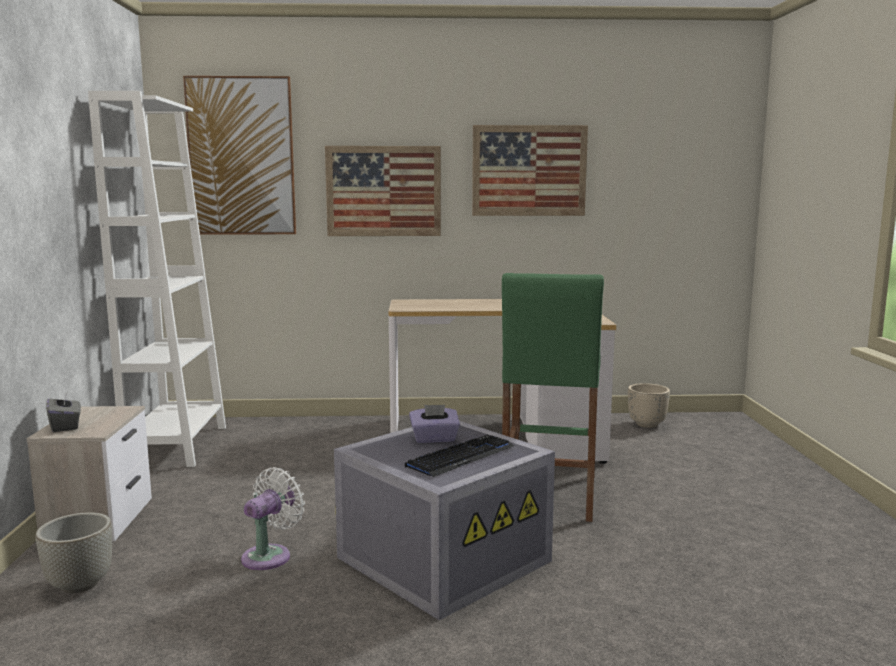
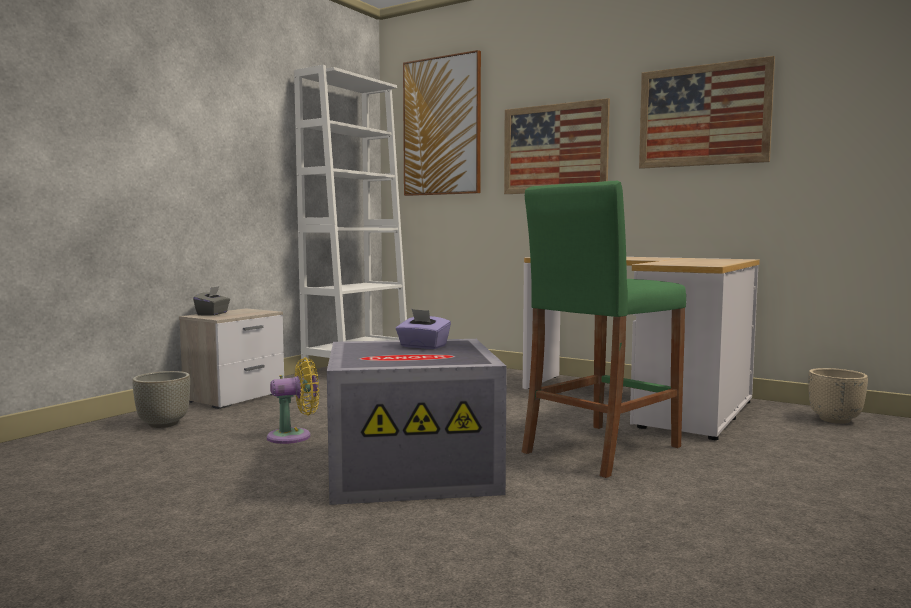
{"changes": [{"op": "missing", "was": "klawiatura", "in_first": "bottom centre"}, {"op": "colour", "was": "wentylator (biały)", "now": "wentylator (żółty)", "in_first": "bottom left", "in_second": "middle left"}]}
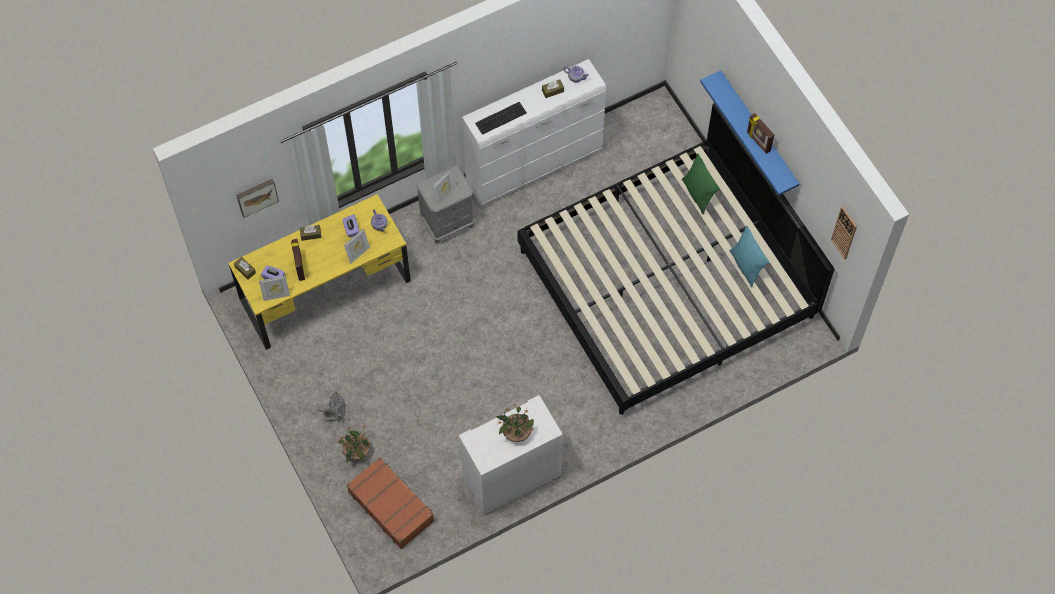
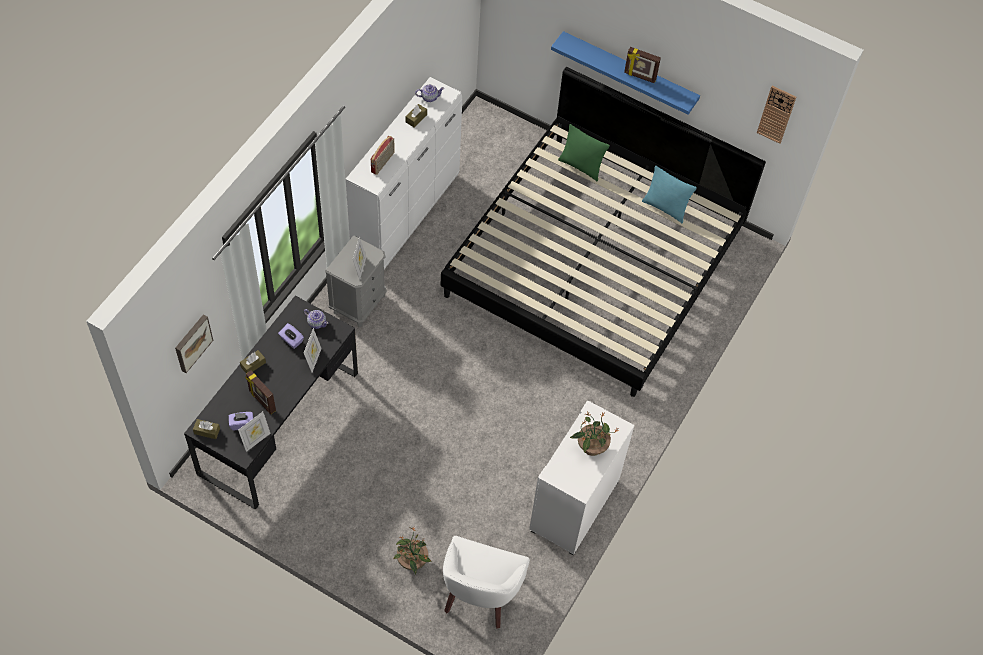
{"changes": [{"op": "missing", "was": "wentylator (szary)", "in_first": "bottom left"}, {"op": "exchanged", "was": "walizka (brązowy)", "now": "fotel (biały)", "in_first": "bottom centre", "in_second": "bottom centre"}, {"op": "exchanged", "was": "klawiatura", "now": "radio", "in_first": "top centre", "in_second": "top centre"}, {"op": "colour", "was": "biurko (żółty)", "now": "biurko (czarny)", "in_first": "middle left", "in_second": "middle left"}]}
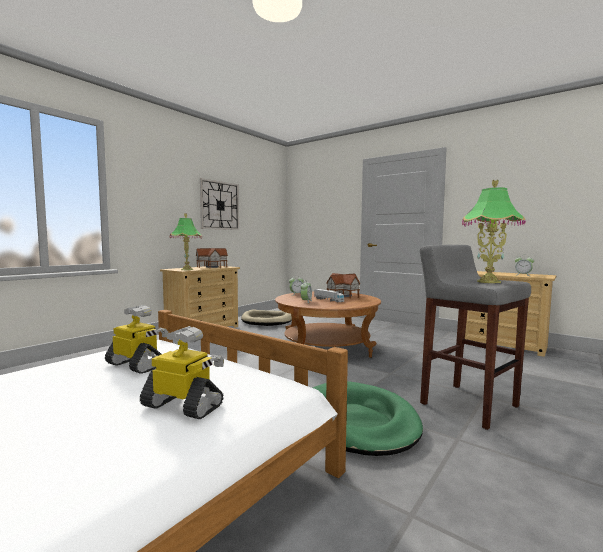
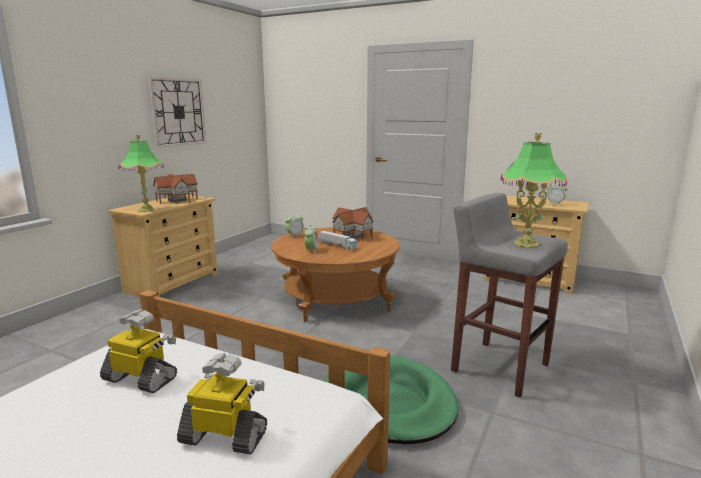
{"changes": [{"op": "missing", "was": "legowisko (beżowy)", "in_first": "centre"}]}
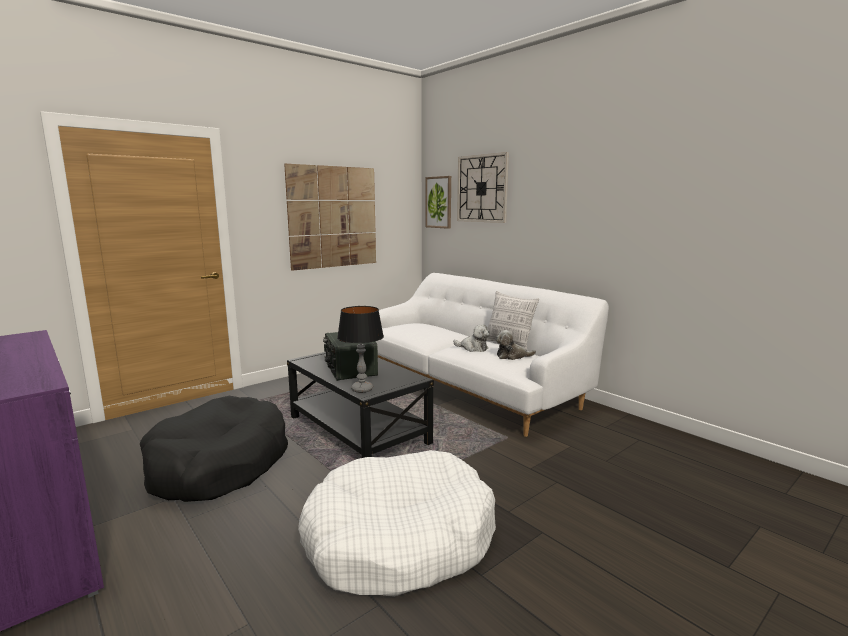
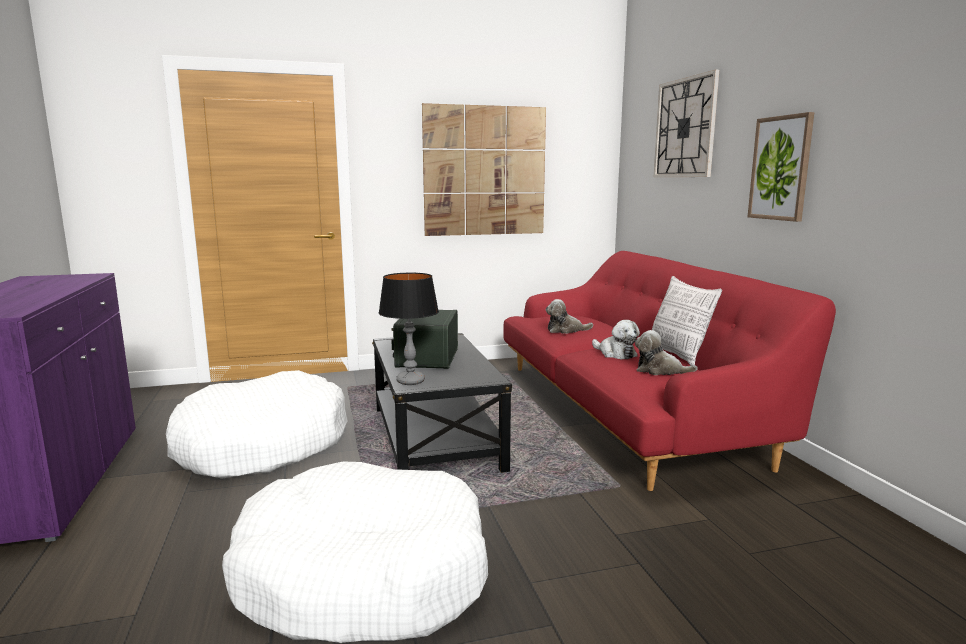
{"changes": [{"op": "appeared", "now": "pluszak (no. 1 from left)", "in_second": "centre"}, {"op": "relocated", "was": "obraz (no. 2 from left)", "in_first": "top centre", "in_second": "top right"}, {"op": "colour", "was": "legowisko (czarny)", "now": "legowisko (biały) (no. 1 from left)", "in_first": "bottom left", "in_second": "middle left"}, {"op": "colour", "was": "kanapa (biały)", "now": "kanapa (czerwony)", "in_first": "centre", "in_second": "middle right"}]}
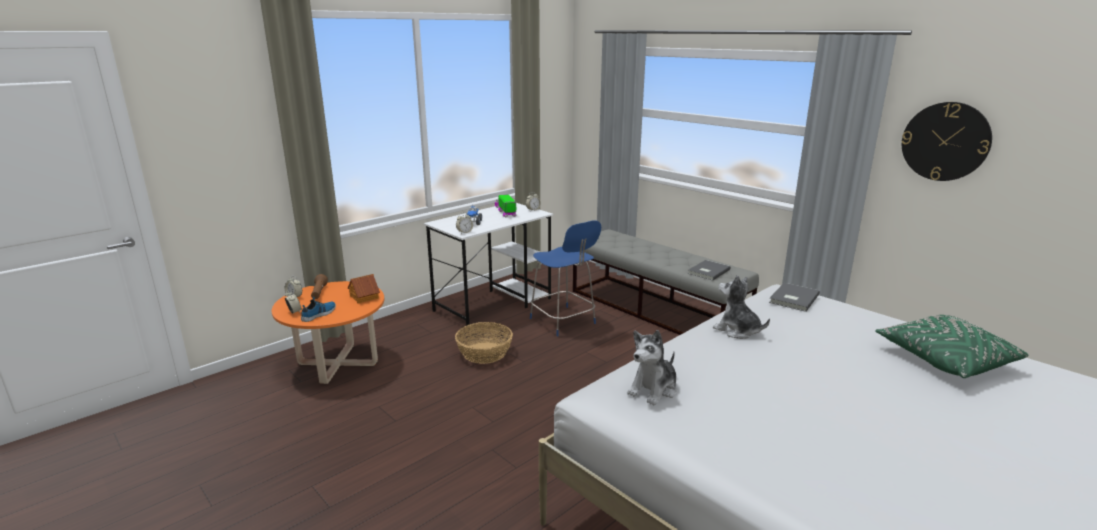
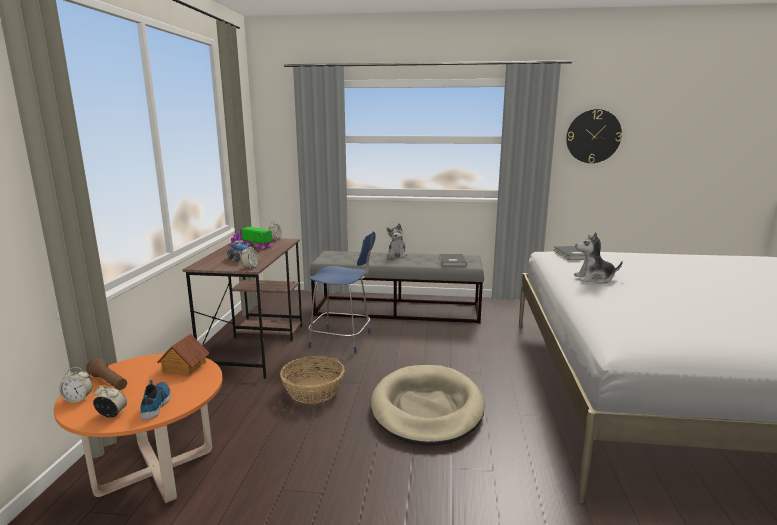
{"changes": [{"op": "missing", "was": "poduszka (zielony)", "in_first": "middle right"}, {"op": "appeared", "now": "legowisko (beżowy)", "in_second": "bottom centre"}, {"op": "relocated", "was": "pluszak (no. 1 from left)", "in_first": "bottom centre", "in_second": "centre"}, {"op": "colour", "was": "biurko (biały)", "now": "biurko (brązowy)", "in_first": "centre", "in_second": "middle left"}]}
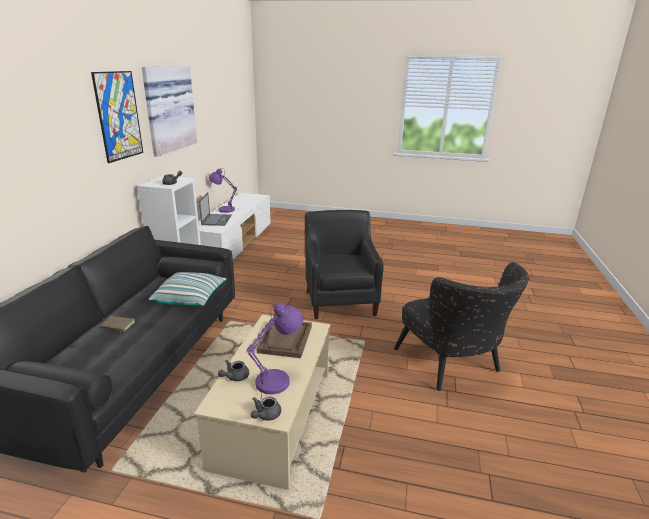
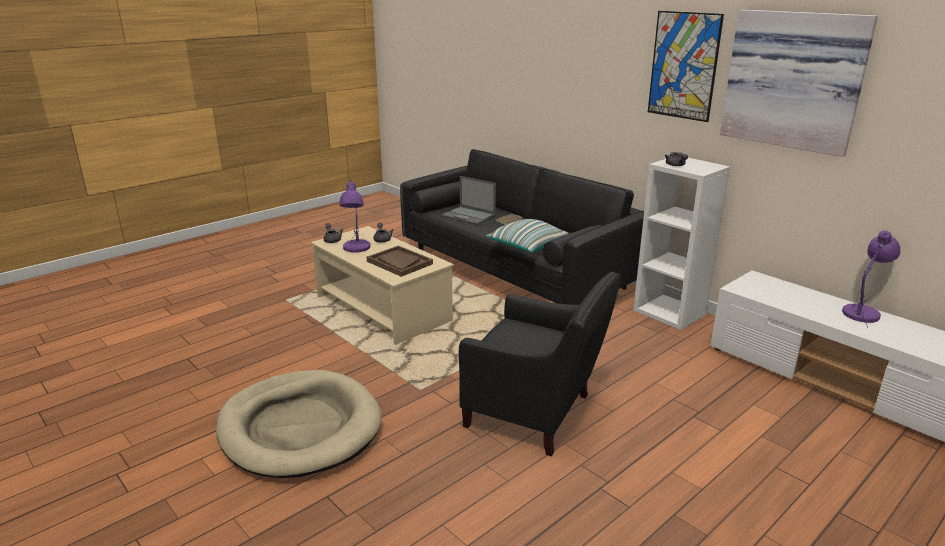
{"changes": [{"op": "relocated", "was": "laptop", "in_first": "middle left", "in_second": "centre"}, {"op": "exchanged", "was": "fotel (czarny) (no. 2 from left)", "now": "legowisko (beżowy)", "in_first": "middle right", "in_second": "bottom left"}]}
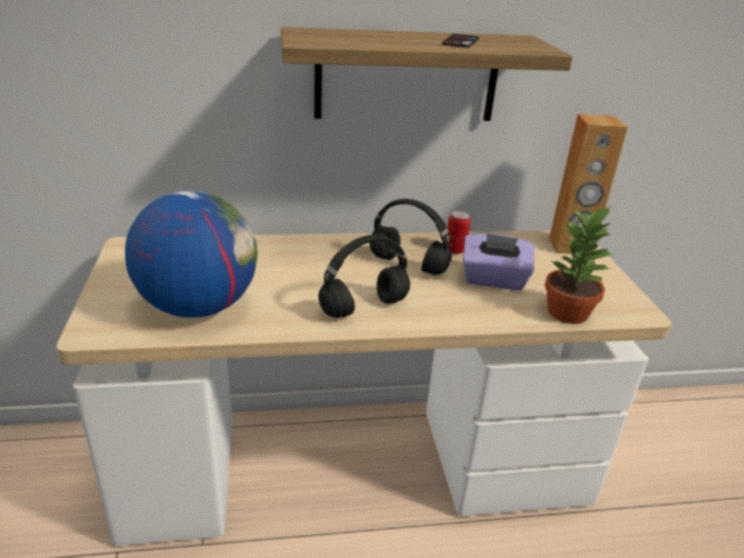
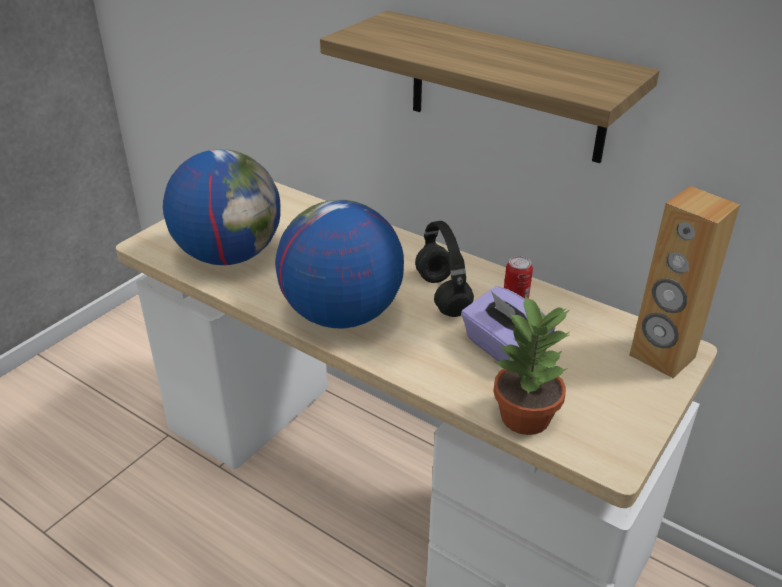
{"changes": [{"op": "missing", "was": "telefon", "in_first": "top centre"}, {"op": "exchanged", "was": "słuchawki (czarny) (no. 1 from left)", "now": "globus (no. 2 from left)", "in_first": "centre", "in_second": "centre"}]}
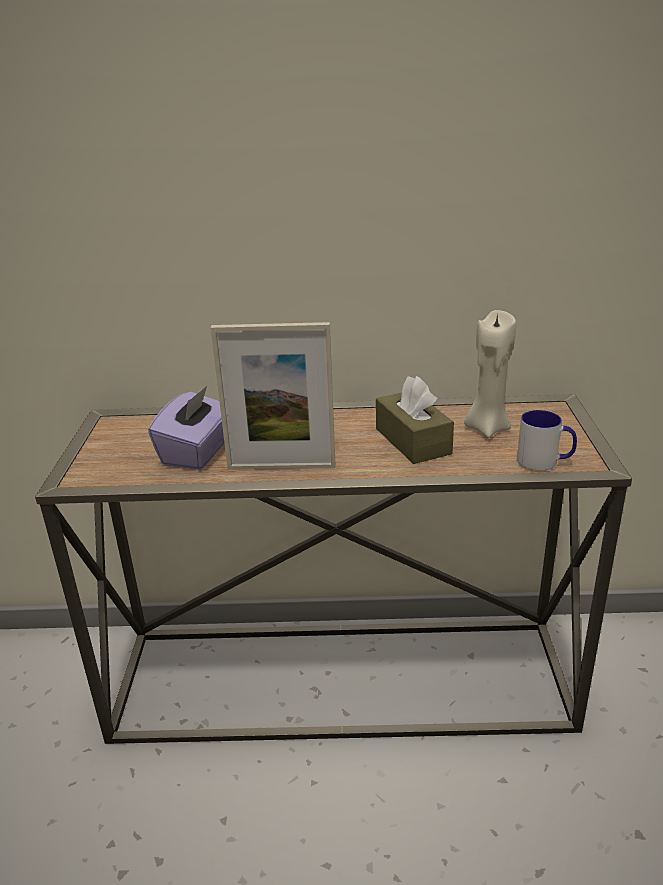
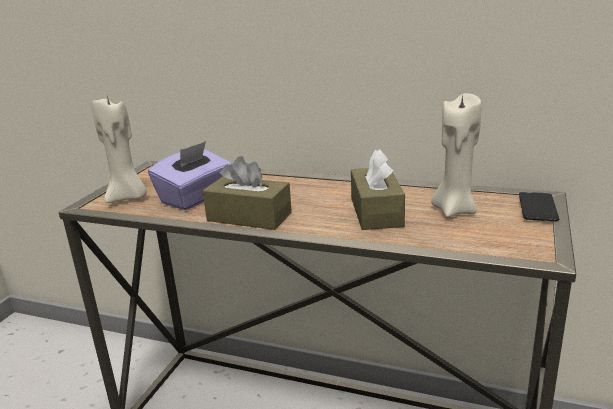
{"changes": [{"op": "missing", "was": "kubek", "in_first": "middle right"}, {"op": "appeared", "now": "świeca (beżowy) (no. 1 from left)", "in_second": "middle left"}, {"op": "appeared", "now": "telefon", "in_second": "middle right"}, {"op": "exchanged", "was": "ramka na zdjęcie", "now": "pudełko chusteczek (brązowy) (no. 1 from left)", "in_first": "centre", "in_second": "centre"}]}
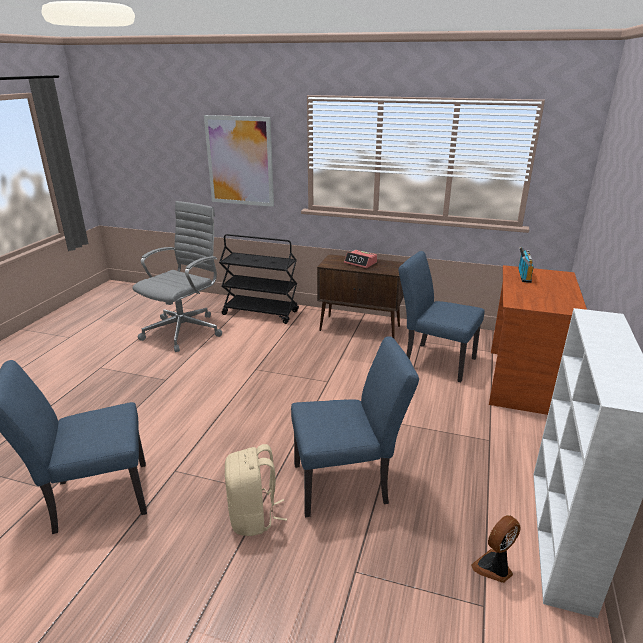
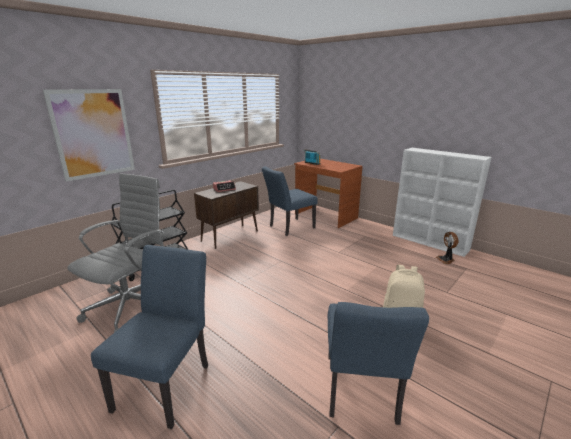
{"changes": [{"op": "relocated", "was": "krzesło (niebieski) (no. 2 from left in the first image)", "now": "krzesło (niebieski) (no. 1 from left)", "in_first": "centre", "in_second": "bottom left"}, {"op": "spun", "was": "krzesło biurowe (szary)", "in_first": "middle left", "in_second": "middle left", "clockwise": 60}]}
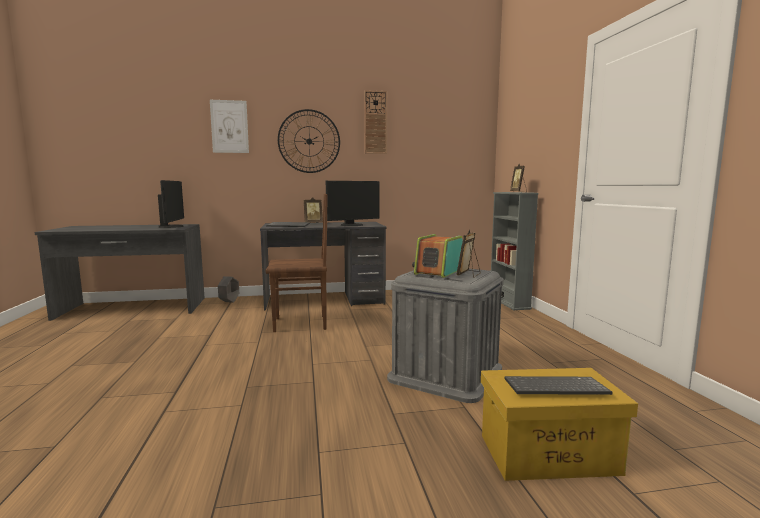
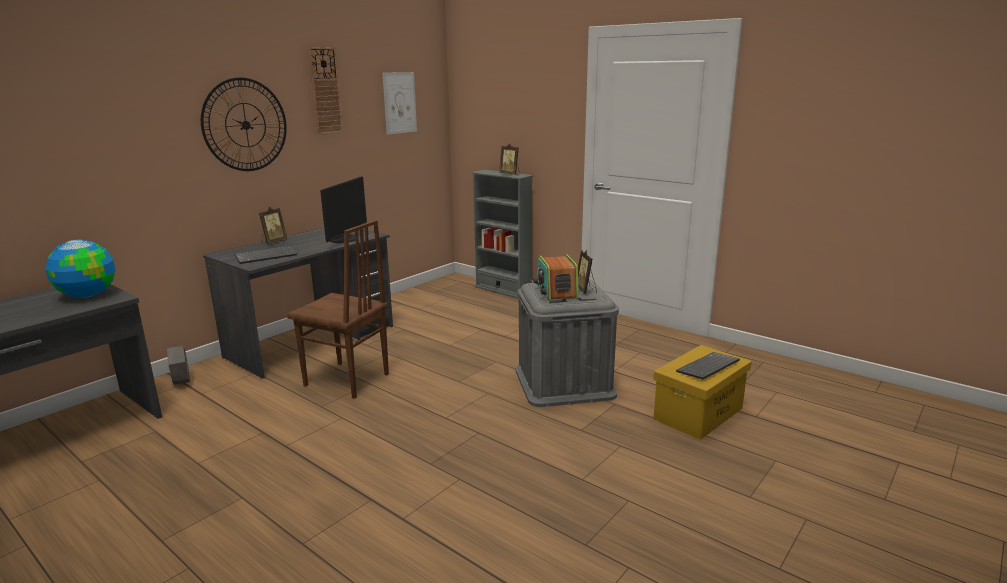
{"changes": [{"op": "relocated", "was": "obraz", "in_first": "top left", "in_second": "top centre"}, {"op": "exchanged", "was": "monitor (no. 1 from left)", "now": "globus", "in_first": "middle left", "in_second": "middle left"}, {"op": "spun", "was": "krzesło (brązowy)", "in_first": "centre", "in_second": "centre", "clockwise": 75}]}
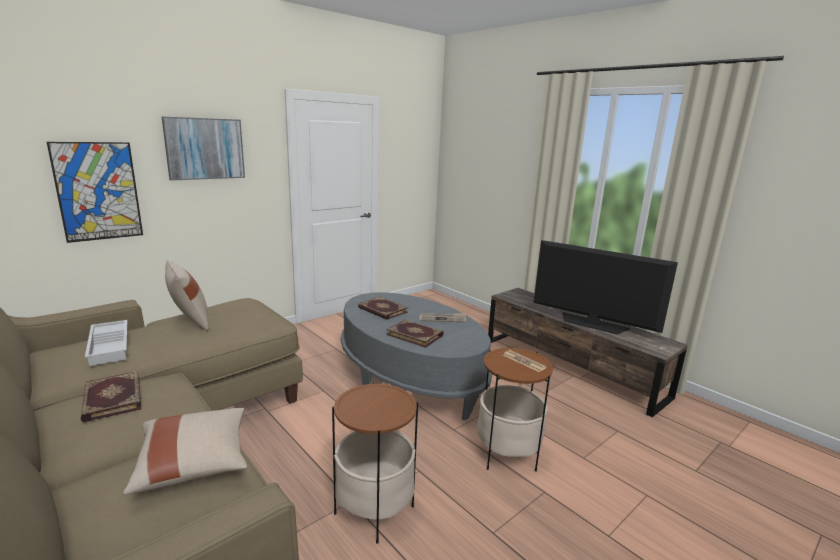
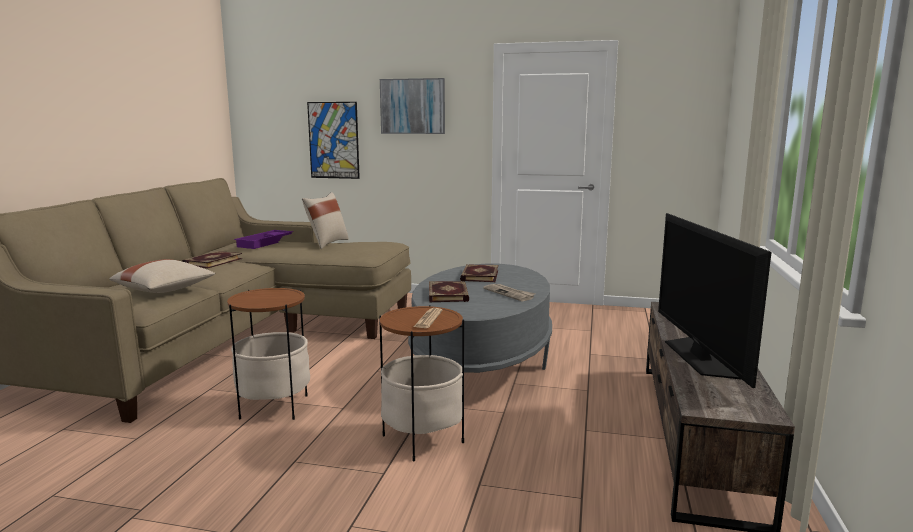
{"changes": [{"op": "colour", "was": "taca (biały)", "now": "taca (fioletowy)", "in_first": "middle left", "in_second": "middle left"}]}
